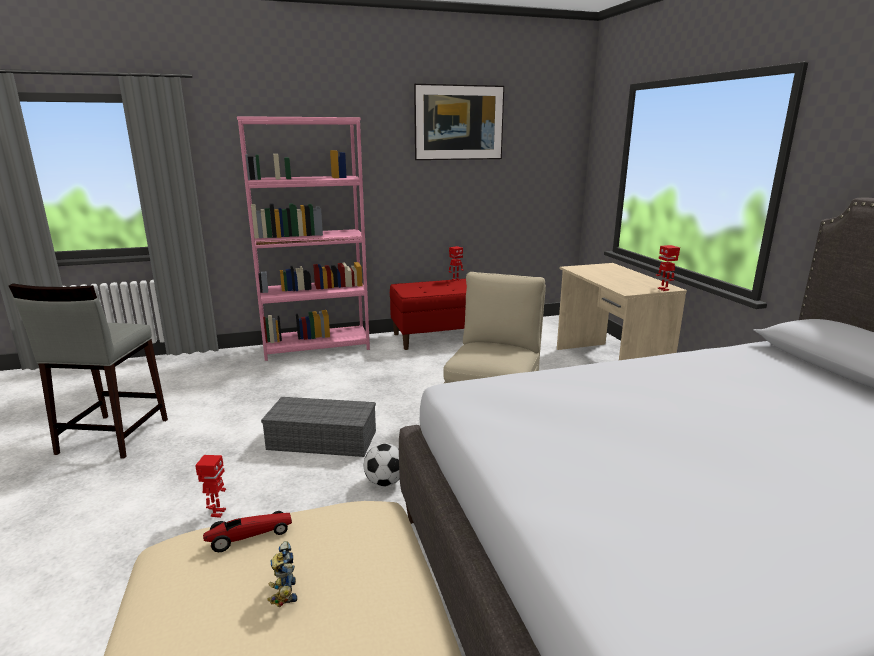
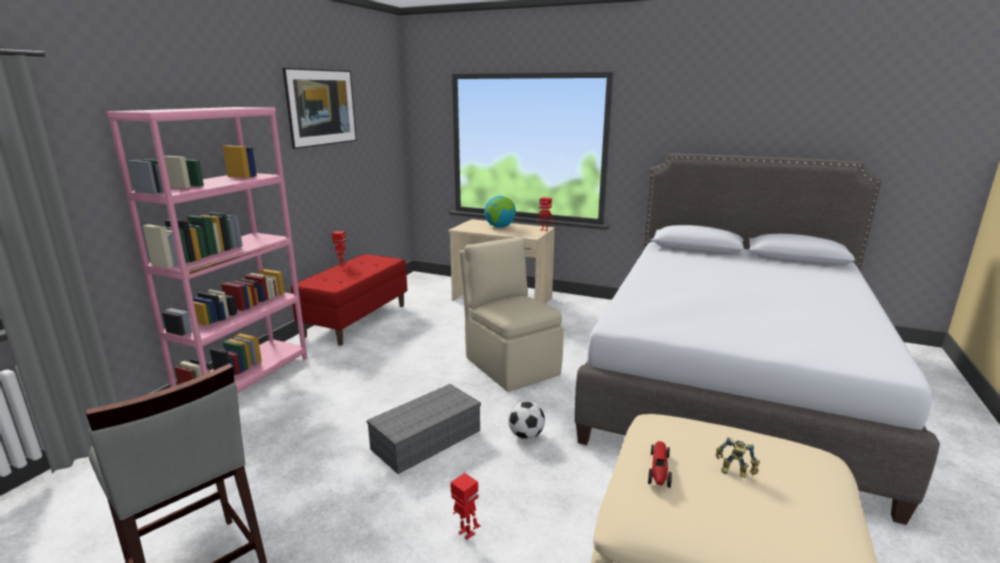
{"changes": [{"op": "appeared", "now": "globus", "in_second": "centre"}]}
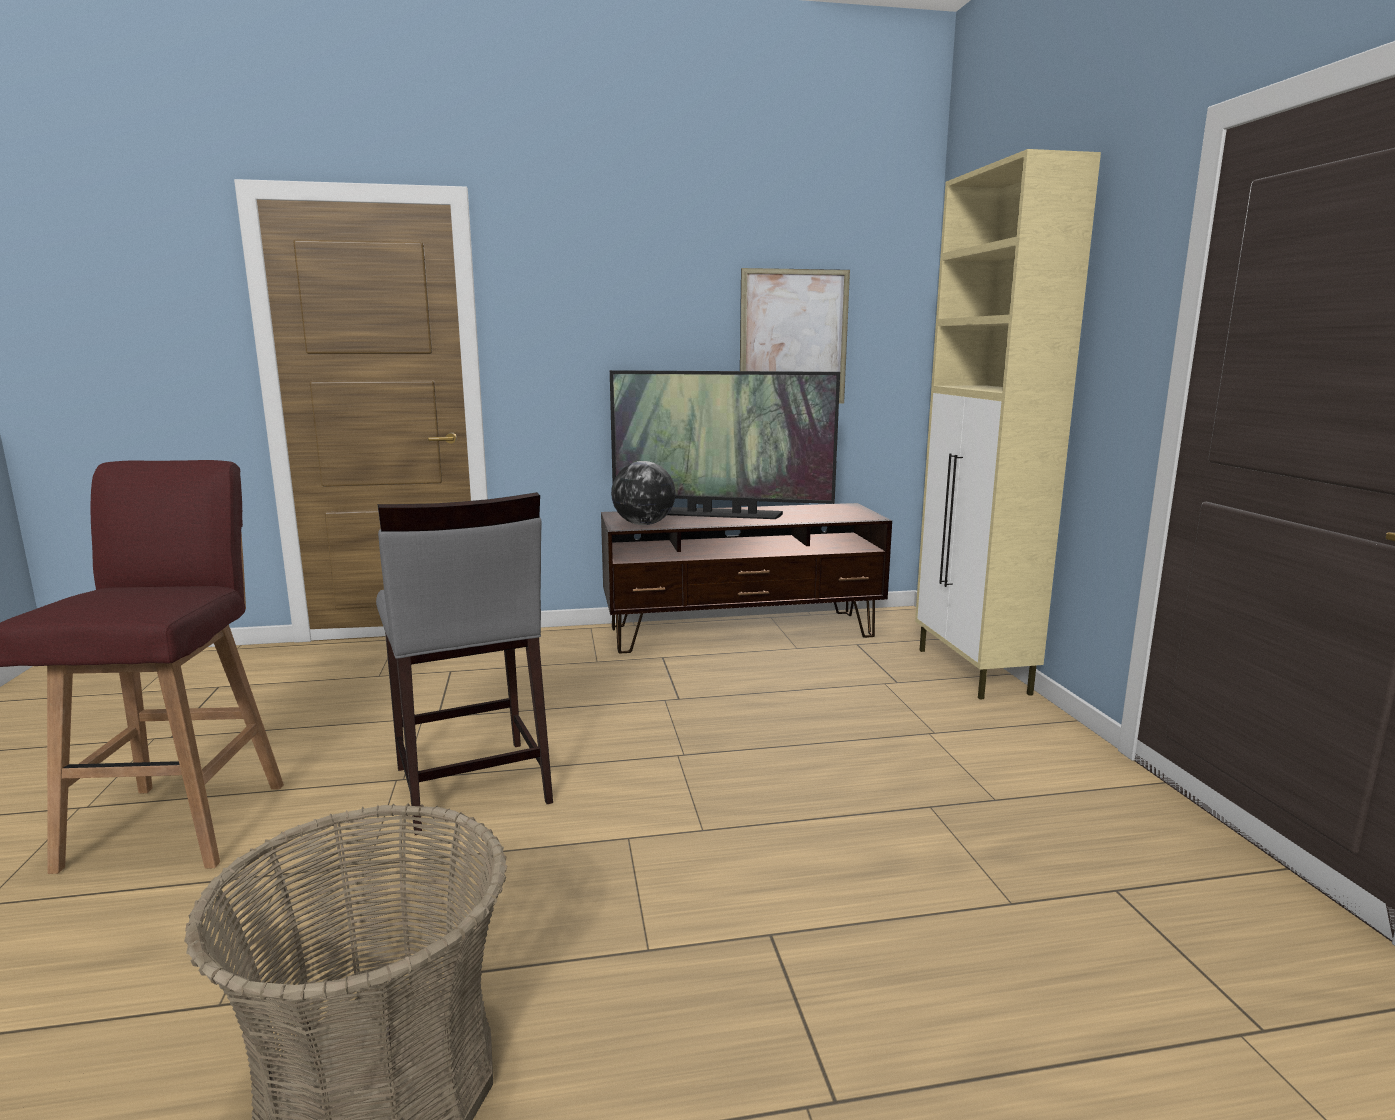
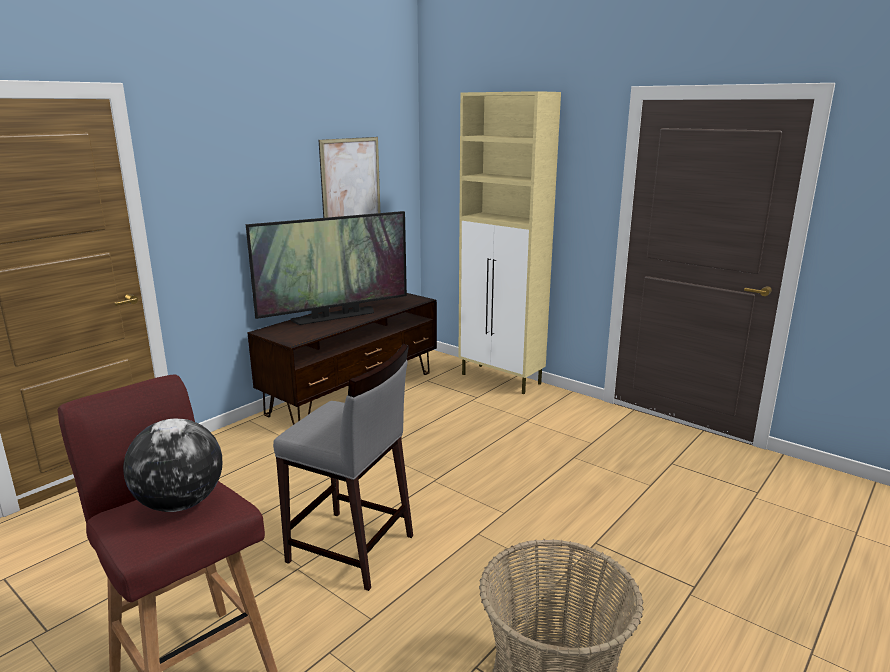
{"changes": [{"op": "relocated", "was": "globus", "in_first": "centre", "in_second": "bottom left"}]}
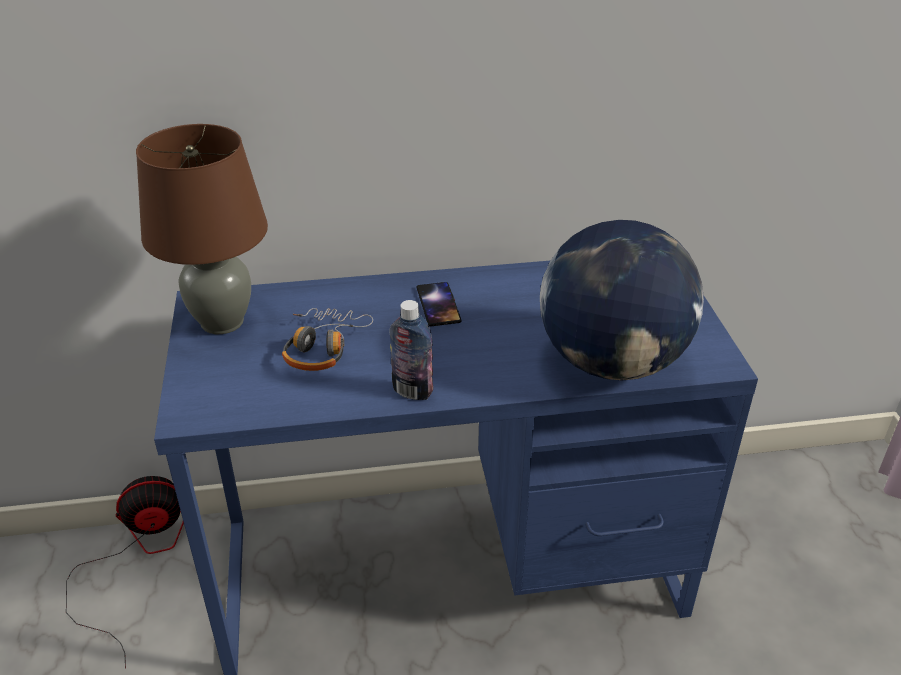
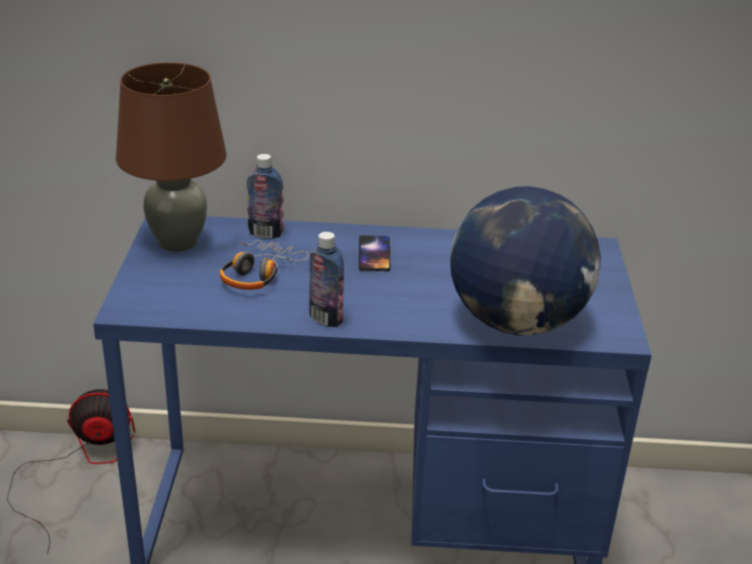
{"changes": [{"op": "appeared", "now": "butelka (no. 1 from left)", "in_second": "centre"}]}
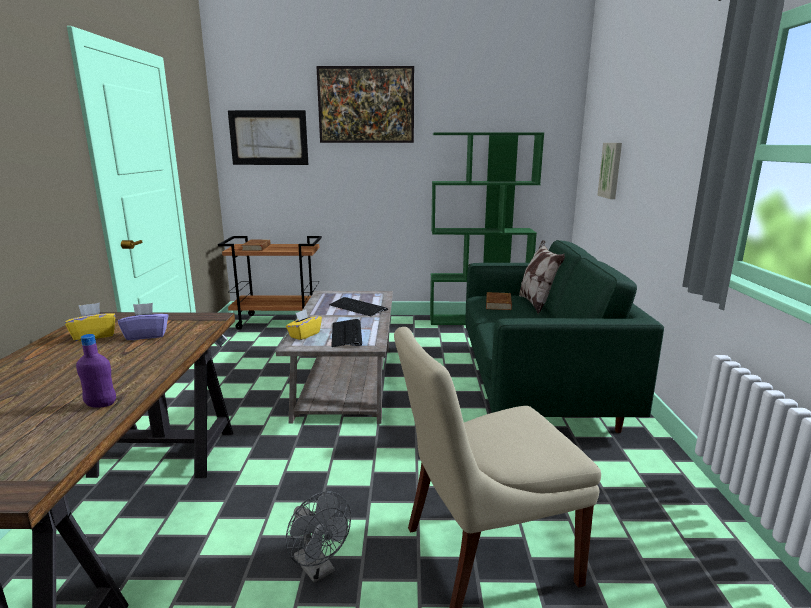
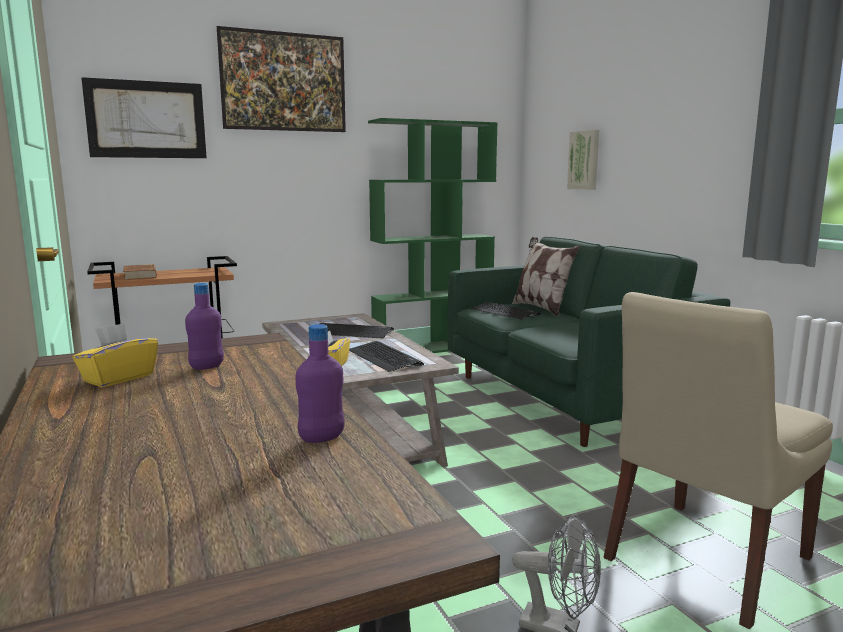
{"changes": [{"op": "exchanged", "was": "pudełko chusteczek (fioletowy)", "now": "butelka (fioletowy) (no. 1 from left)", "in_first": "middle left", "in_second": "middle left"}, {"op": "exchanged", "was": "książka (brązowy) (no. 2 from left)", "now": "klawiatura (no. 3 from left)", "in_first": "centre", "in_second": "centre"}]}
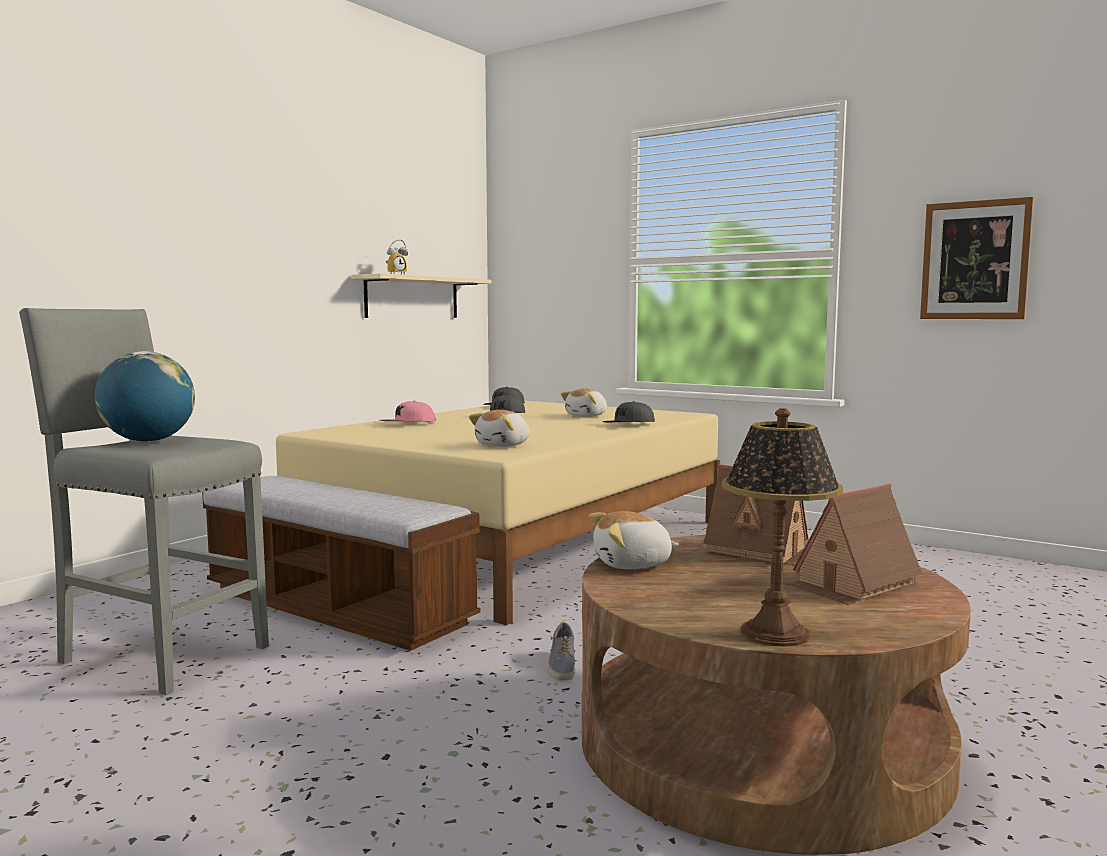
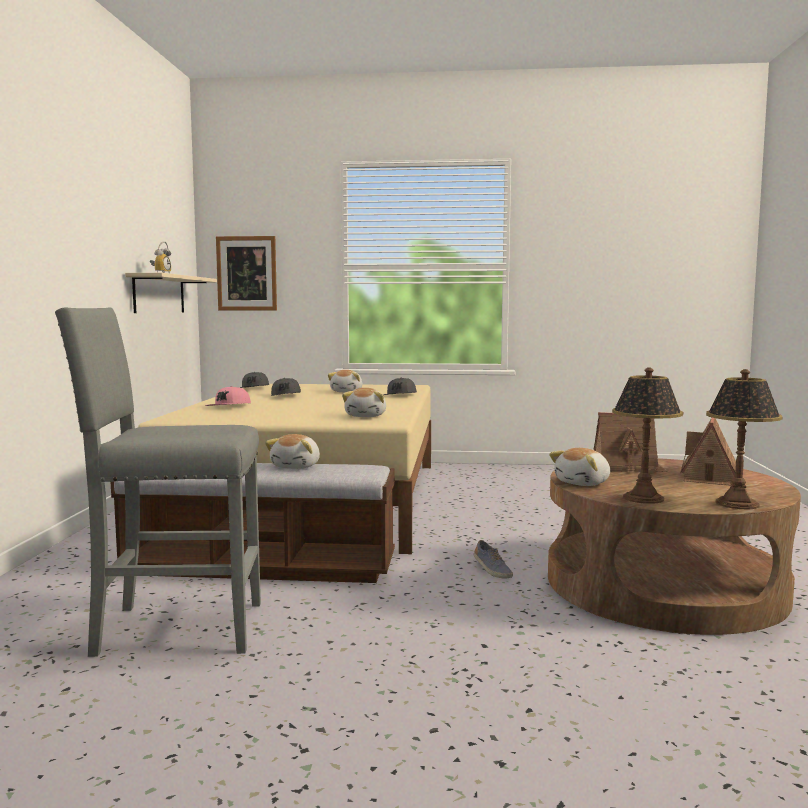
{"changes": [{"op": "missing", "was": "globus", "in_first": "middle left"}, {"op": "appeared", "now": "pluszak (no. 1 from left)", "in_second": "centre"}, {"op": "appeared", "now": "lampa stołowa (no. 1 from left)", "in_second": "middle right"}, {"op": "relocated", "was": "obraz", "in_first": "top right", "in_second": "middle left"}]}
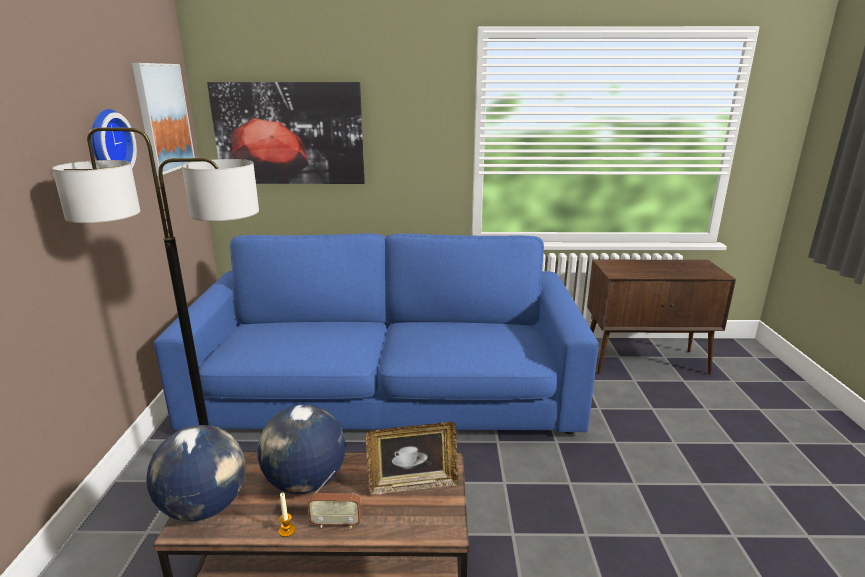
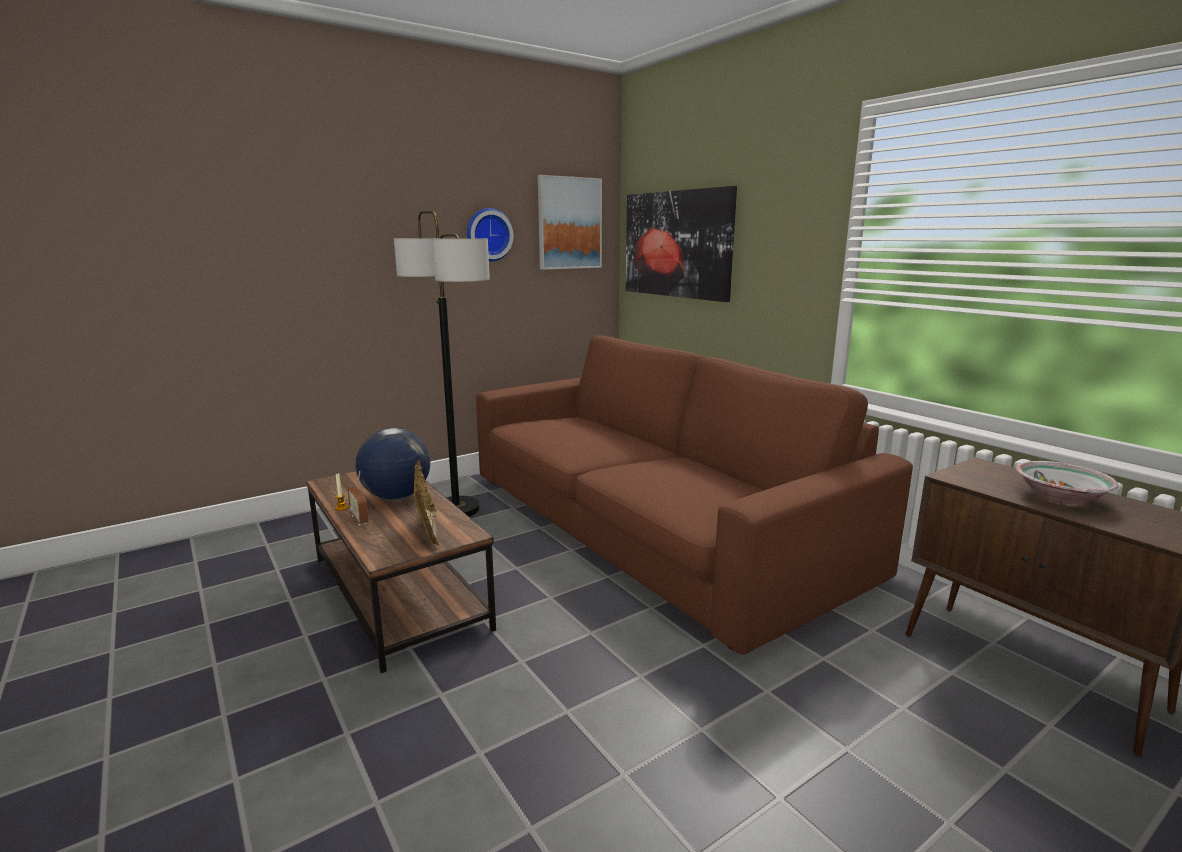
{"changes": [{"op": "missing", "was": "globus (no. 1 from left)", "in_first": "bottom left"}, {"op": "appeared", "now": "miska", "in_second": "middle right"}, {"op": "colour", "was": "kanapa (niebieski)", "now": "kanapa (brązowy)", "in_first": "centre", "in_second": "centre"}, {"op": "spun", "was": "ramka na zdjęcie", "in_first": "bottom centre", "in_second": "centre", "clockwise": -150}]}
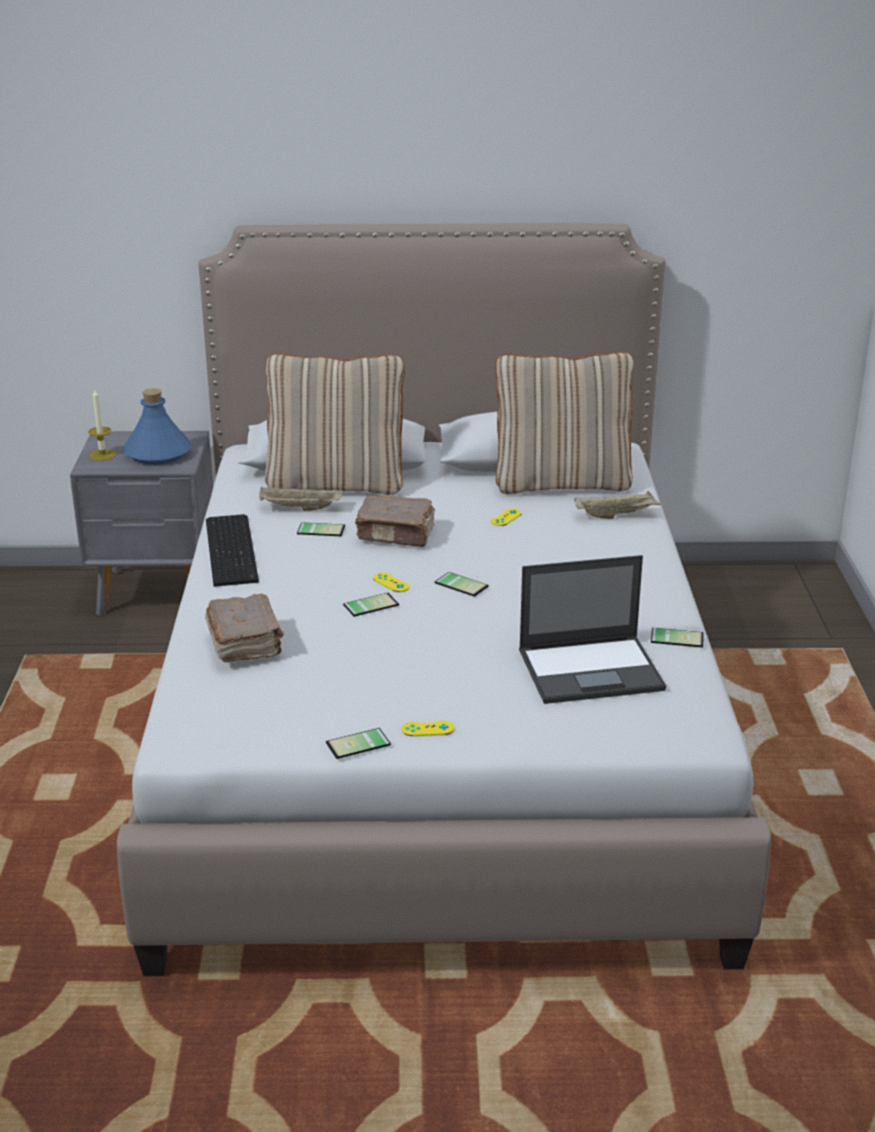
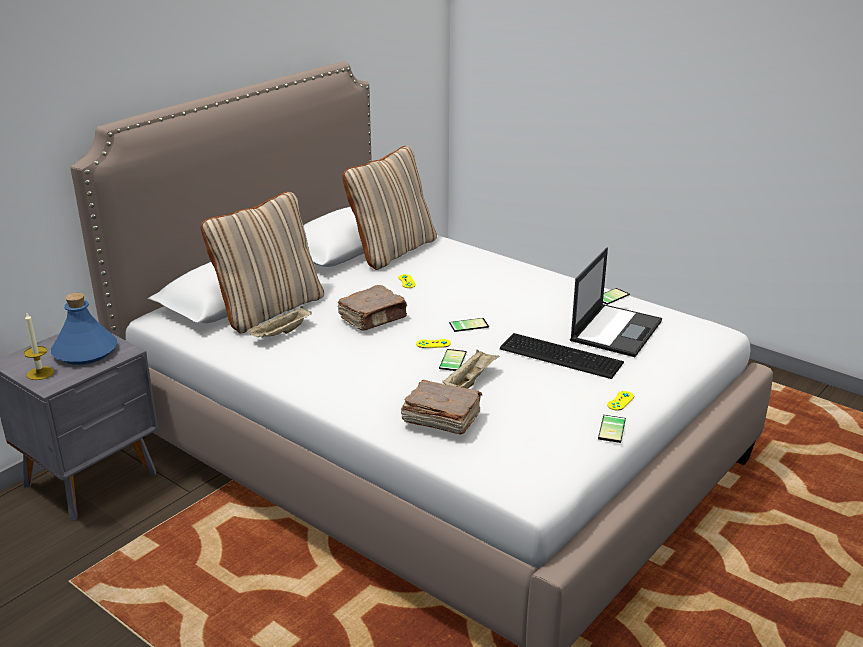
{"changes": [{"op": "missing", "was": "telefon (no. 1 from left)", "in_first": "centre"}, {"op": "relocated", "was": "klawiatura", "in_first": "middle left", "in_second": "centre"}, {"op": "relocated", "was": "taca (beżowy) (no. 2 from left)", "in_first": "middle right", "in_second": "centre"}]}
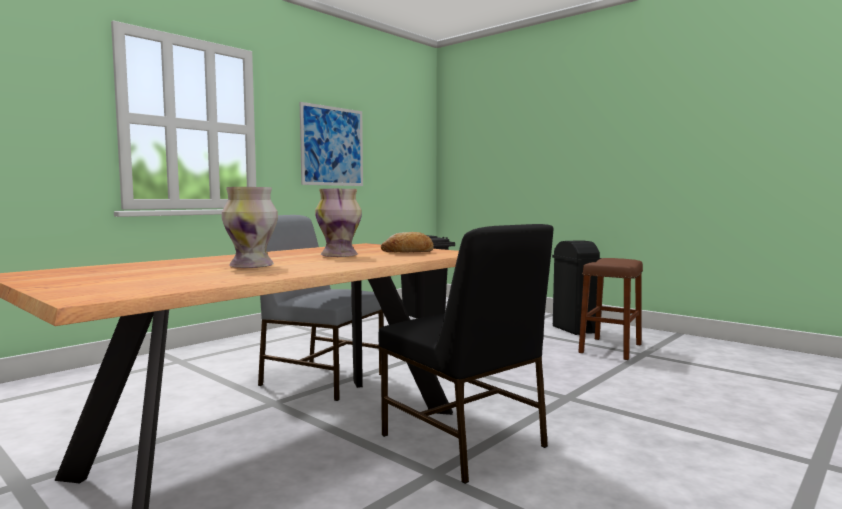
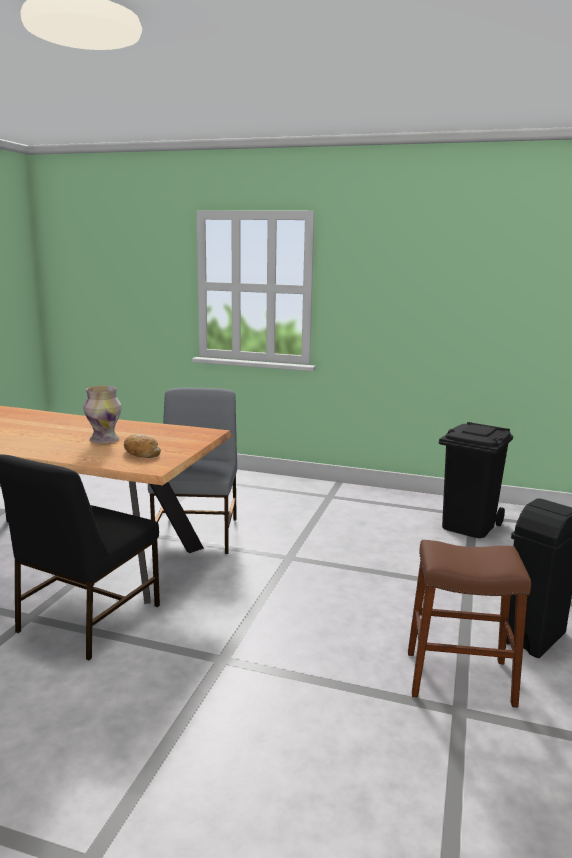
{"changes": [{"op": "missing", "was": "wazon (no. 1 from left)", "in_first": "middle left"}, {"op": "missing", "was": "obraz", "in_first": "top centre"}]}
